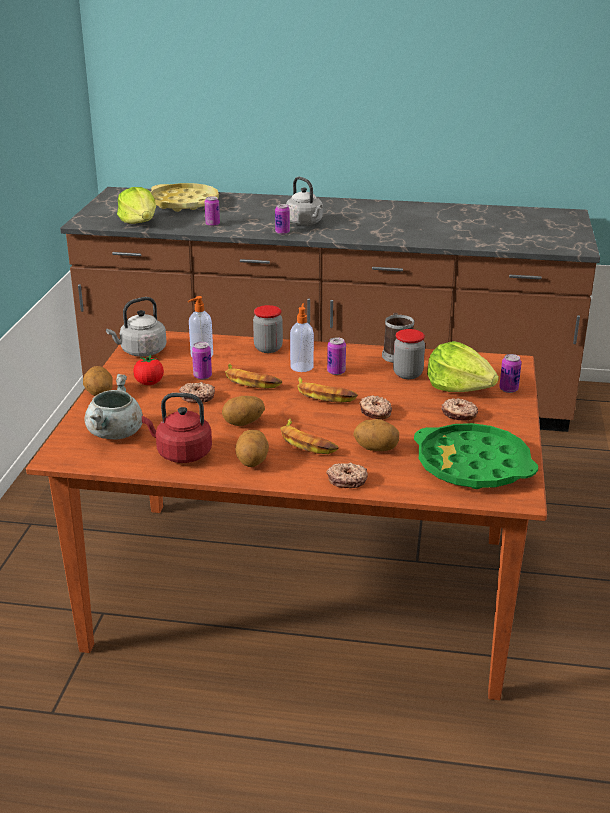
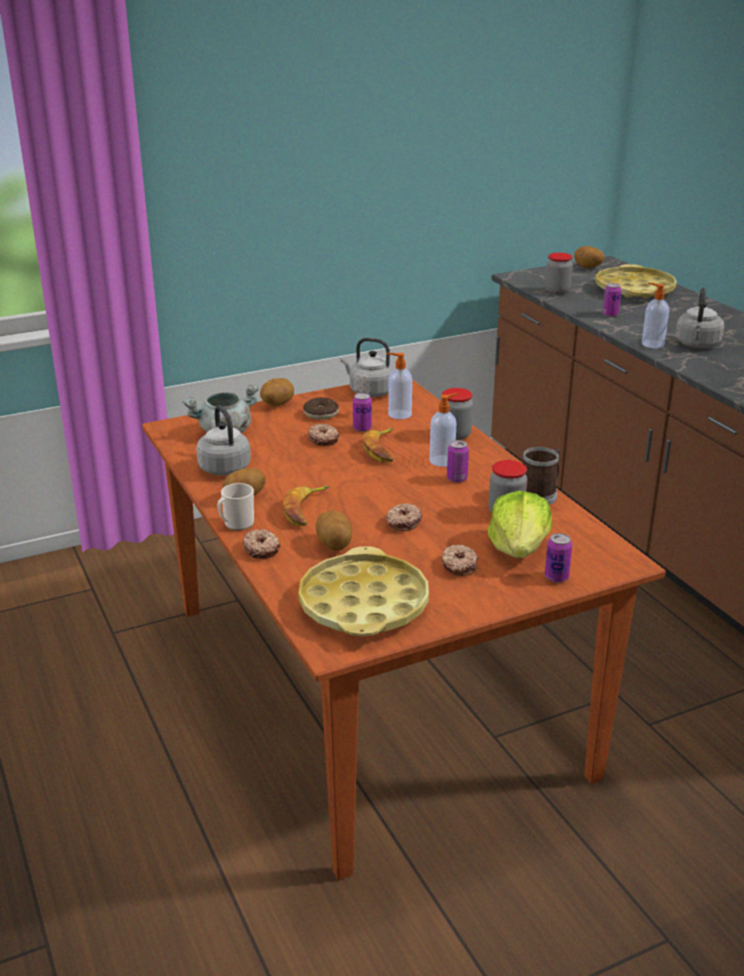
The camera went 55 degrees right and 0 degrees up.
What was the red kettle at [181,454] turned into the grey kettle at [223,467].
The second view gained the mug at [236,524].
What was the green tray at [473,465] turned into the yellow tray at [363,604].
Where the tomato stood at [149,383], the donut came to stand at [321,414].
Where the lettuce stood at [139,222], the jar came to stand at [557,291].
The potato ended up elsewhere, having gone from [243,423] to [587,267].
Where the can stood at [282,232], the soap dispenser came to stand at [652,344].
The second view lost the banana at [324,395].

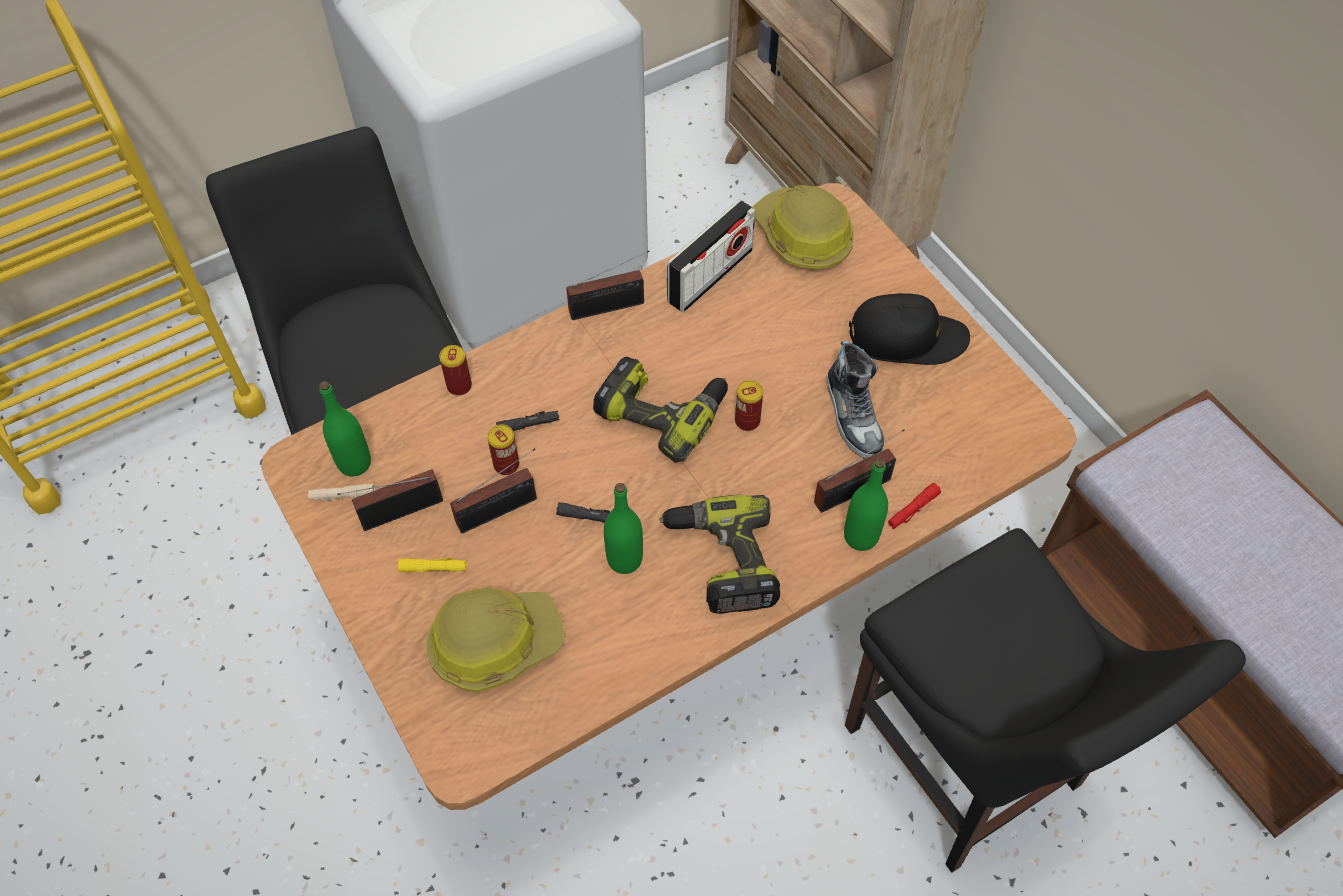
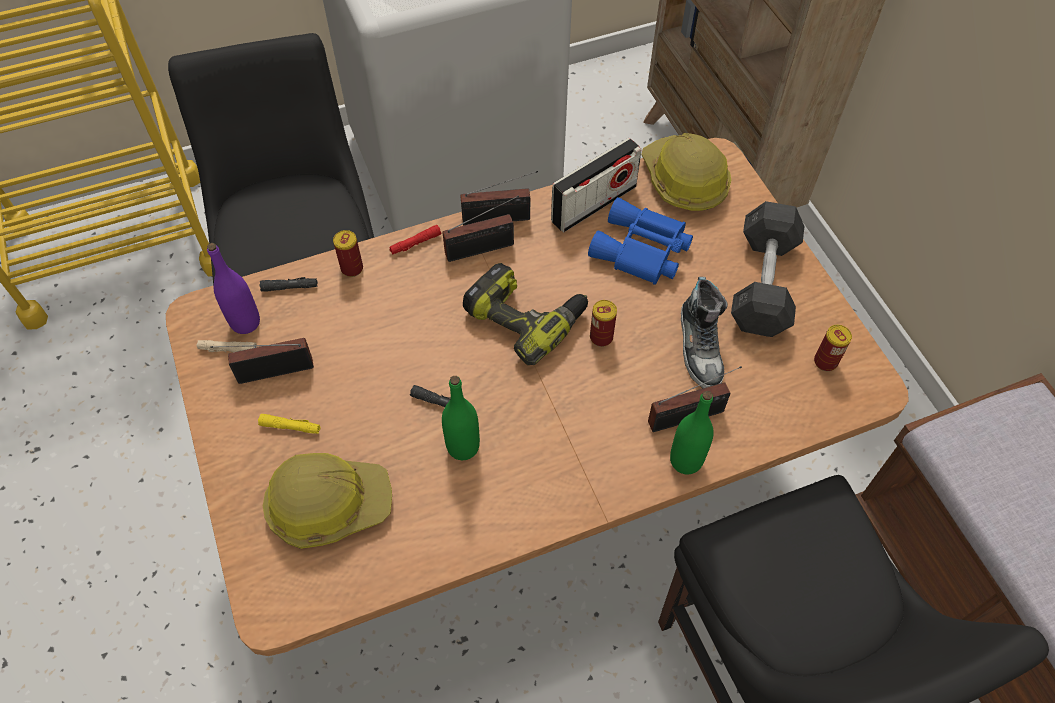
The camera went 10 degrees right and 0 degrees up.
What was the green bottle at [354,463] turned into the purple bottle at [245,322].
The black flashlight ended up elsewhere, having gone from [528,424] to [290,287].
The red flashlight ended up elsewhere, having gone from [913,509] to [415,243].
The radio ended up elsewhere, having gone from [501,510] to [483,249].
The second view gained the blue binoculars at [641,251].
Where the black cap stood at [907,338], the grey dumbbell came to stand at [763,283].
The can ended up elsewhere, having gone from [506,465] to [825,362].
The second view lost the power drill at [721,560].

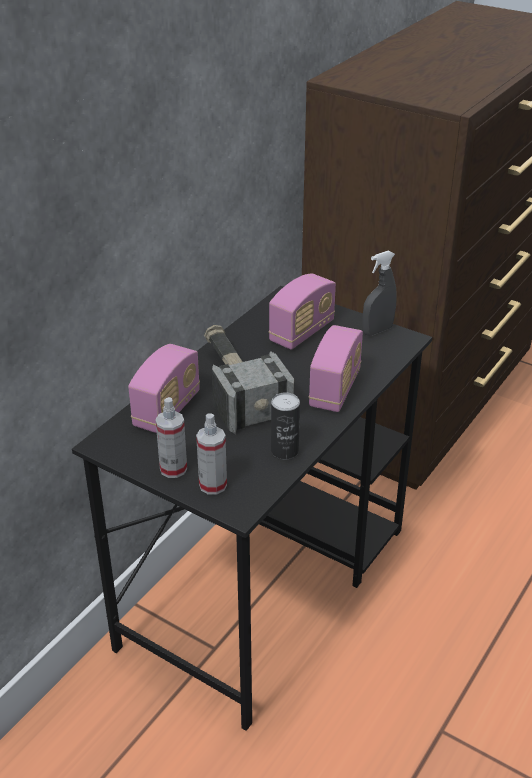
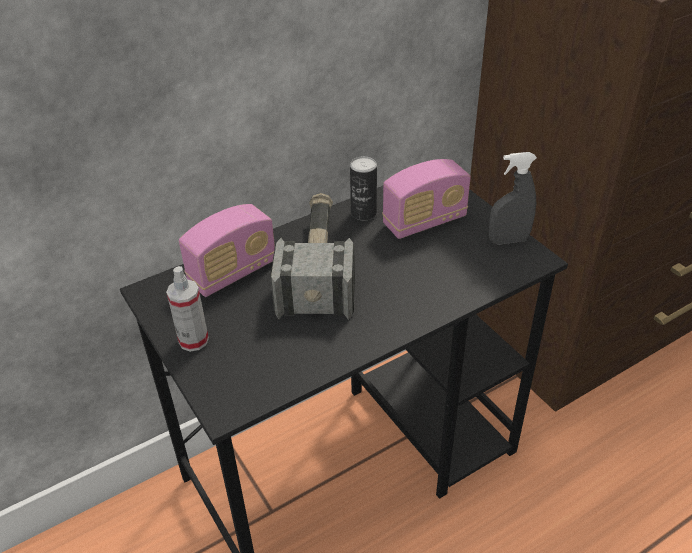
The camera went 25 degrees right and 5 degrees up.
The can ended up elsewhere, having gone from [284,451] to [363,213].
The second view lost the spray bottle at [213,485].
The second view lost the radio at [335,389].

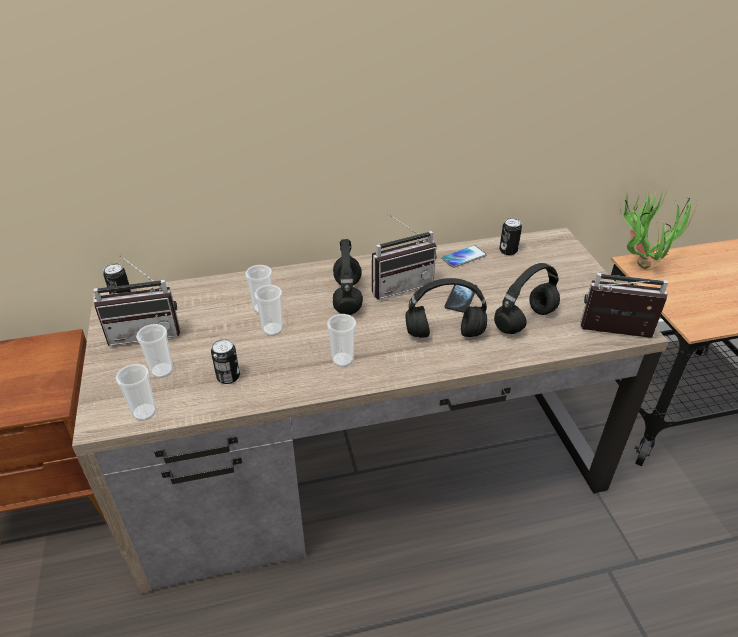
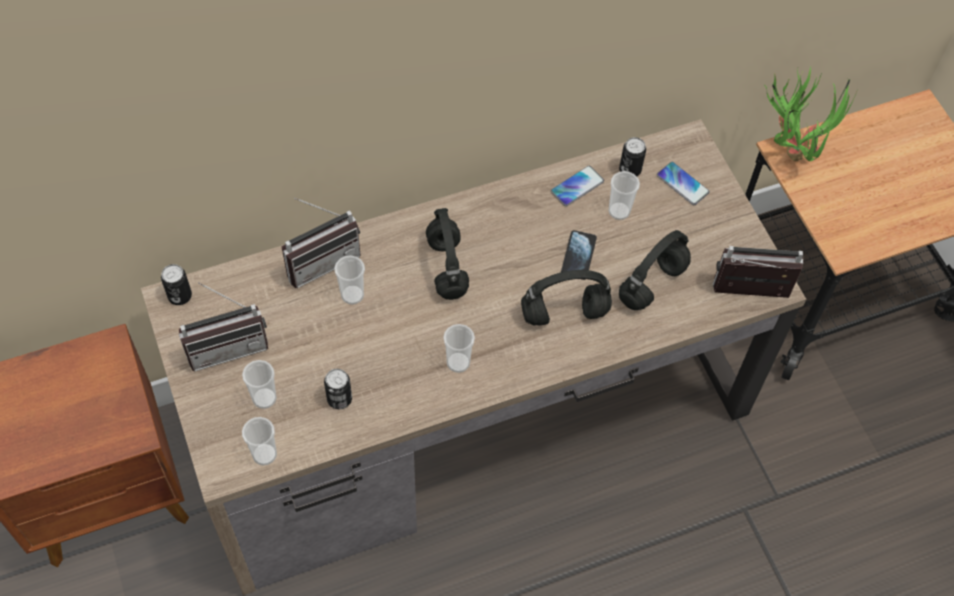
The camera went 10 degrees left and 20 degrees up.
The radio ended up elsewhere, having gone from [400,284] to [320,259].
The cup ended up elsewhere, having gone from [272,329] to [619,211].
The second view gained the phone at [682,184].

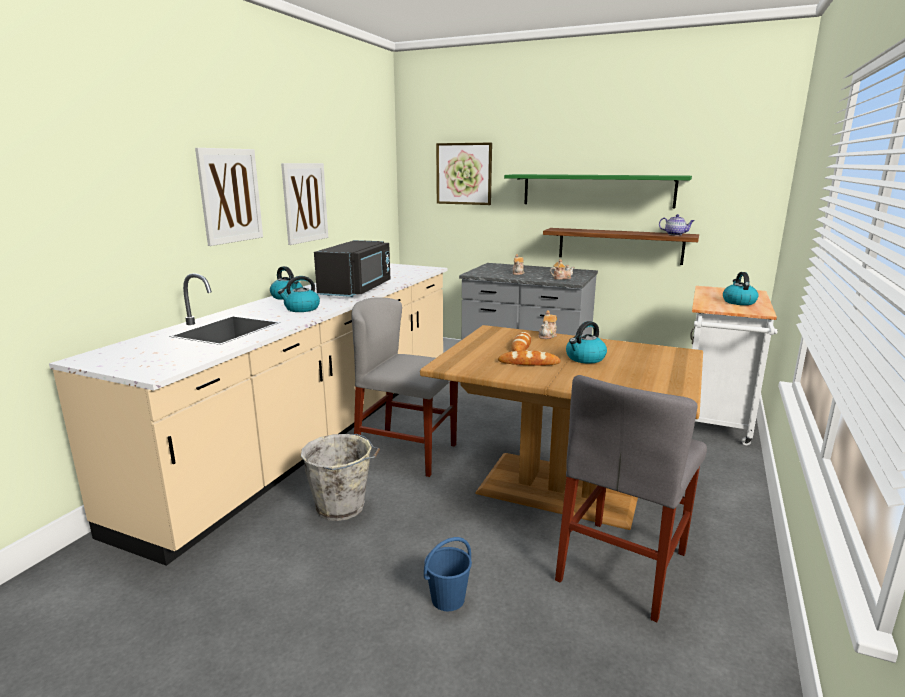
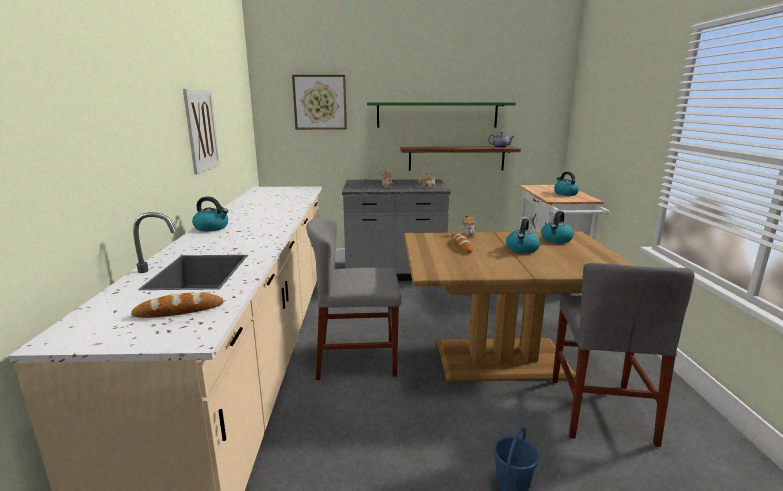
The camera went 25 degrees left and 0 degrees up.
The bread ended up elsewhere, having gone from [528,363] to [179,310].
The kettle ended up elsewhere, having gone from [301,309] to [556,240].
The second view lost the picture at [230,196].
The second view lost the grey bucket at [342,507].
The second view lost the black microwave at [357,290].

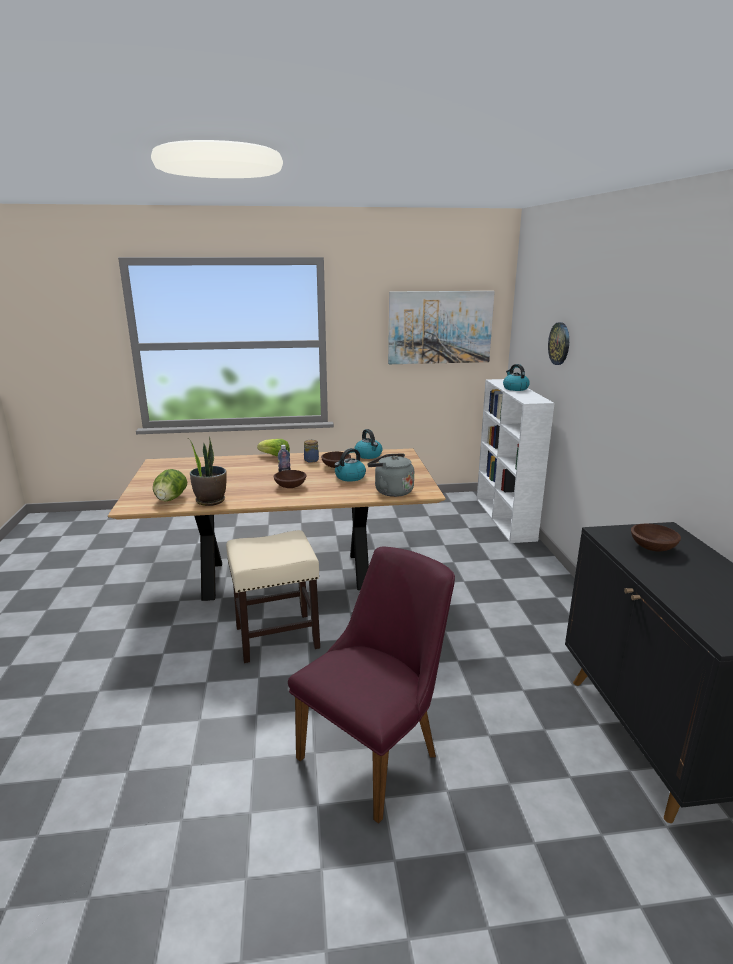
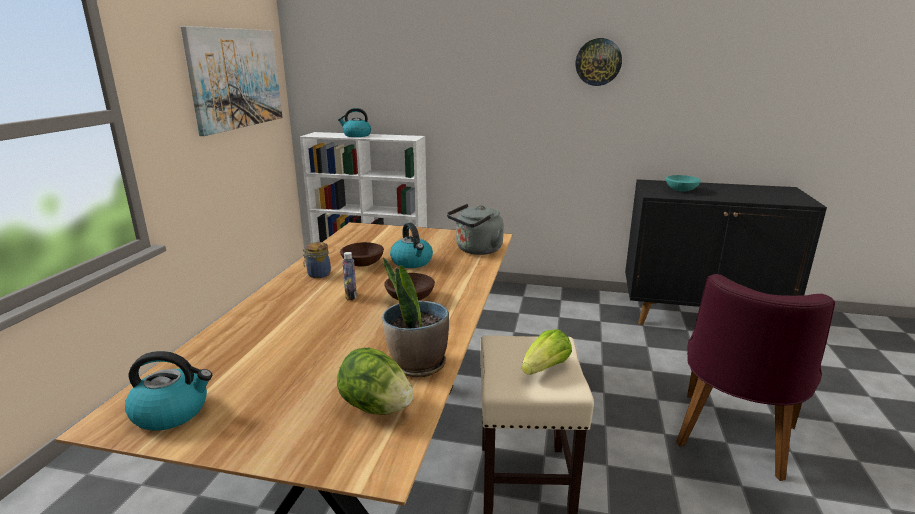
The camera went 70 degrees left and 0 degrees up.
The kettle ended up elsewhere, having gone from [368,455] to [172,412].
The lettuce ended up elsewhere, having gone from [275,456] to [545,368].
The wall clock ended up elsewhere, having gone from [559,343] to [598,62].
What was the brown bowl at [652,547] turned into the turquoise bowl at [680,190].
The purple chair at [378,750] ended up facing another way, 120 degrees counterclockwise from before.

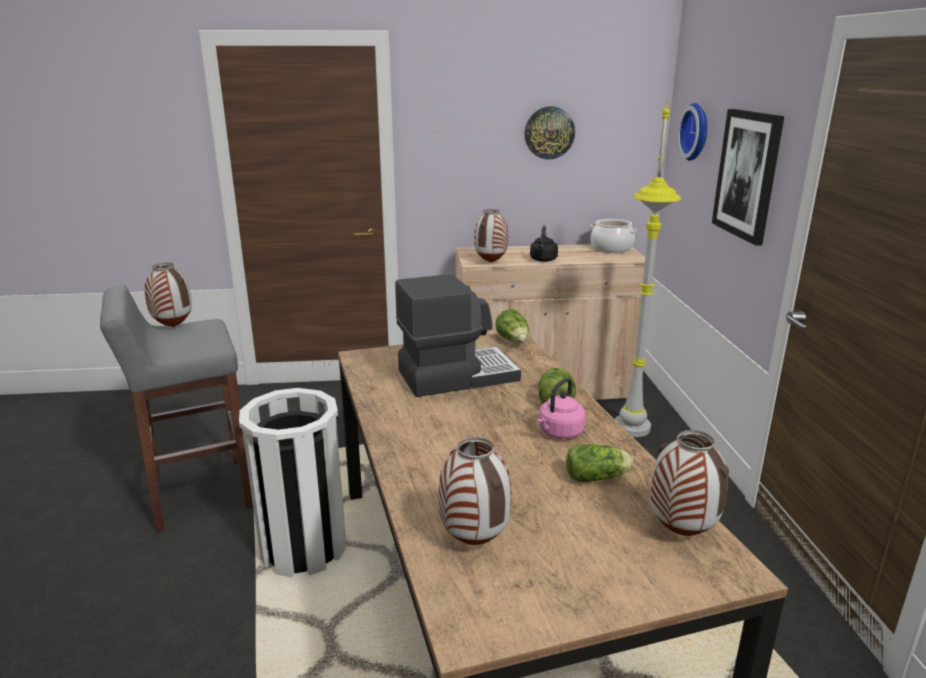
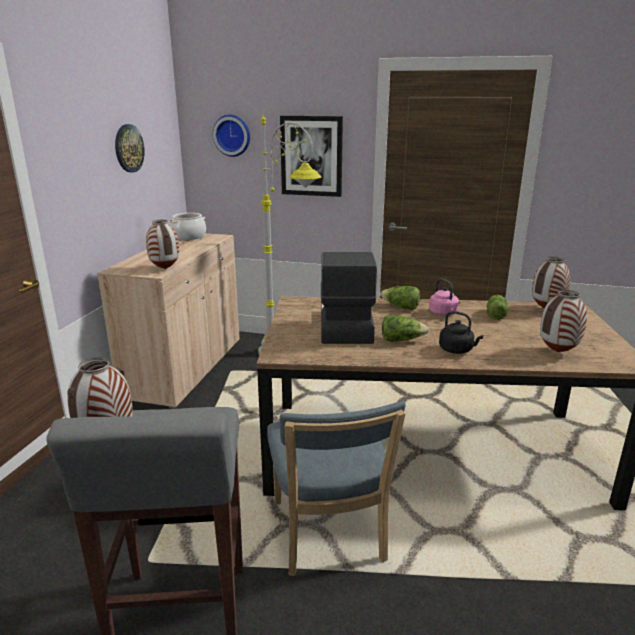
The camera went 70 degrees left and 0 degrees up.
Where the white trash can stood at [303,549], the blue chair came to stand at [329,535].
The lettuce ended up elsewhere, having gone from [513,341] to [401,340].
The black kettle ended up elsewhere, having gone from [543,260] to [457,350].

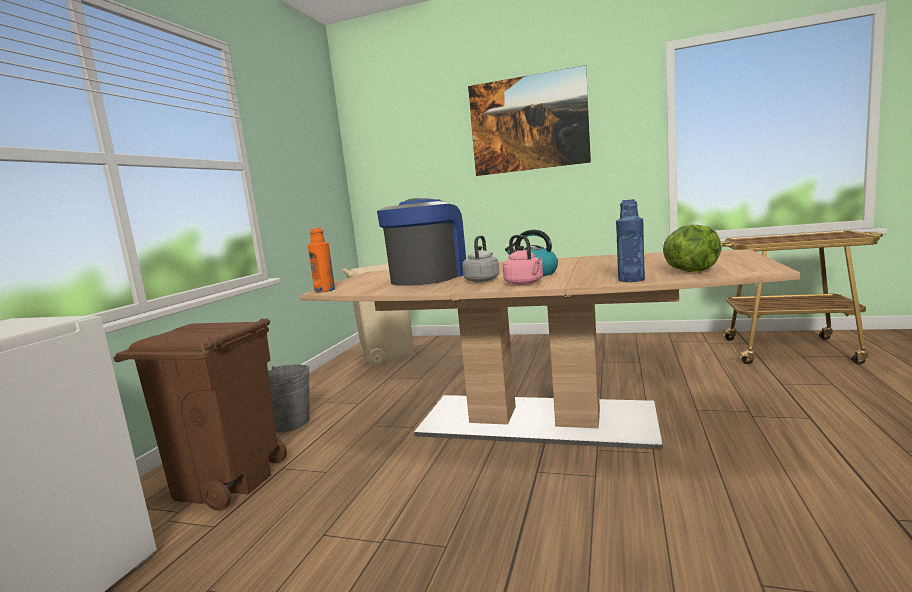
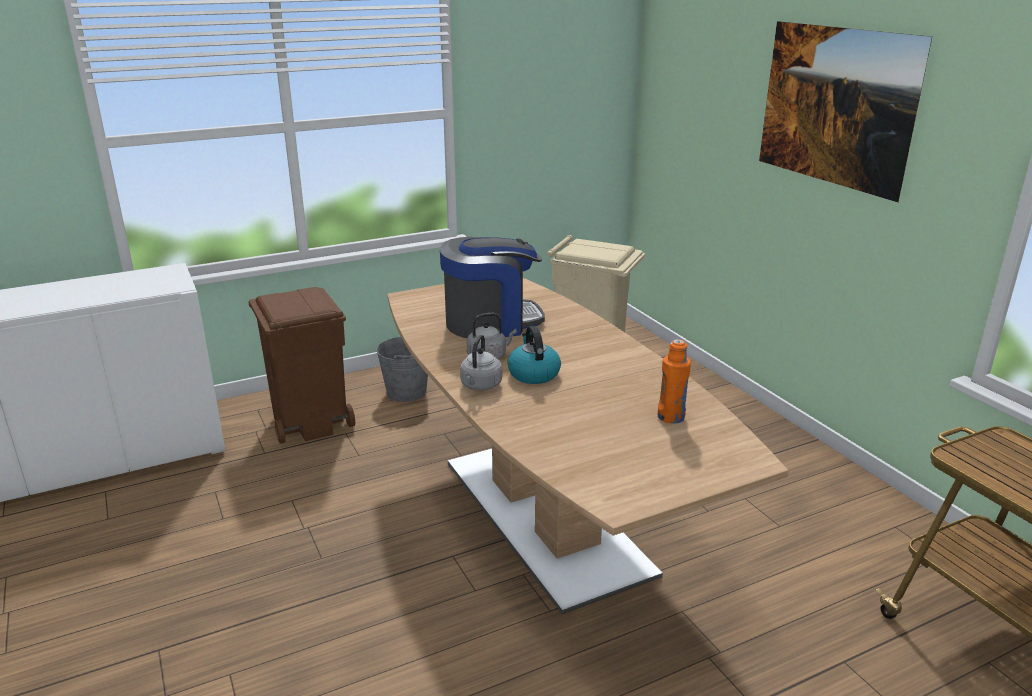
The camera went 45 degrees right and 15 degrees up.
What was the pink kettle at [525,283] turned into the grey kettle at [480,386].
The orange bottle ended up elsewhere, having gone from [324,290] to [671,417].
The second view lost the blue bottle at [631,280].
The second view lost the lettuce at [692,271].

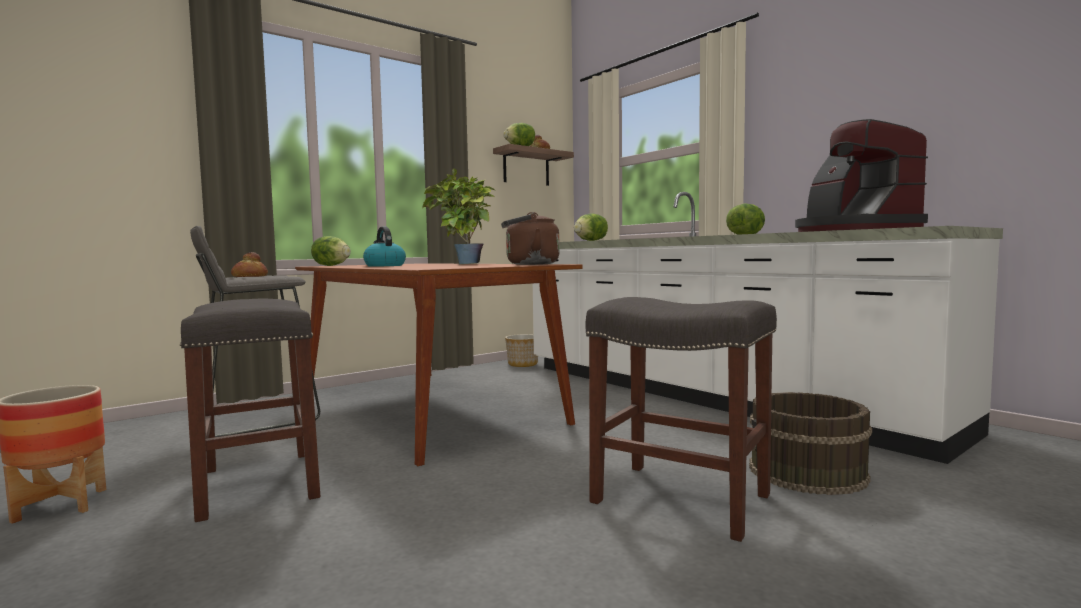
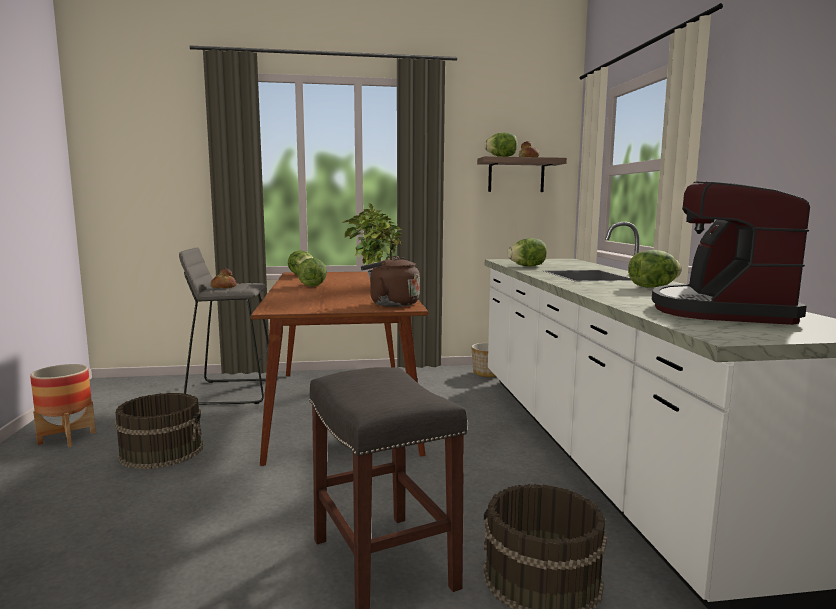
The camera went 30 degrees right and 5 degrees up.
Where the grey stool stood at [257,483], the brown bucket came to stand at [162,451].
Where the kettle stood at [384,266], the lettuce came to stand at [312,286].

